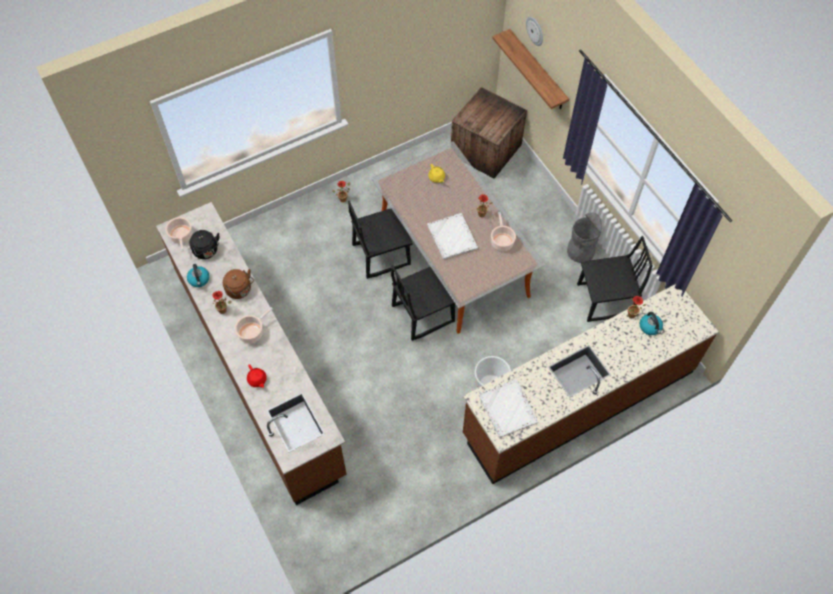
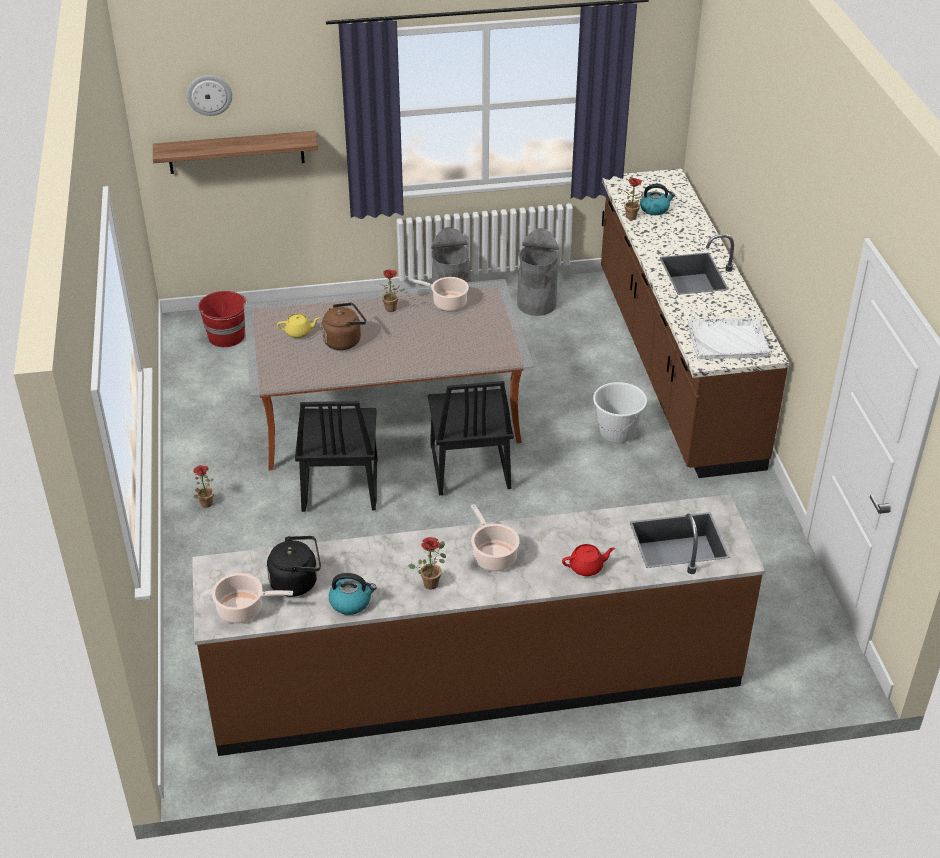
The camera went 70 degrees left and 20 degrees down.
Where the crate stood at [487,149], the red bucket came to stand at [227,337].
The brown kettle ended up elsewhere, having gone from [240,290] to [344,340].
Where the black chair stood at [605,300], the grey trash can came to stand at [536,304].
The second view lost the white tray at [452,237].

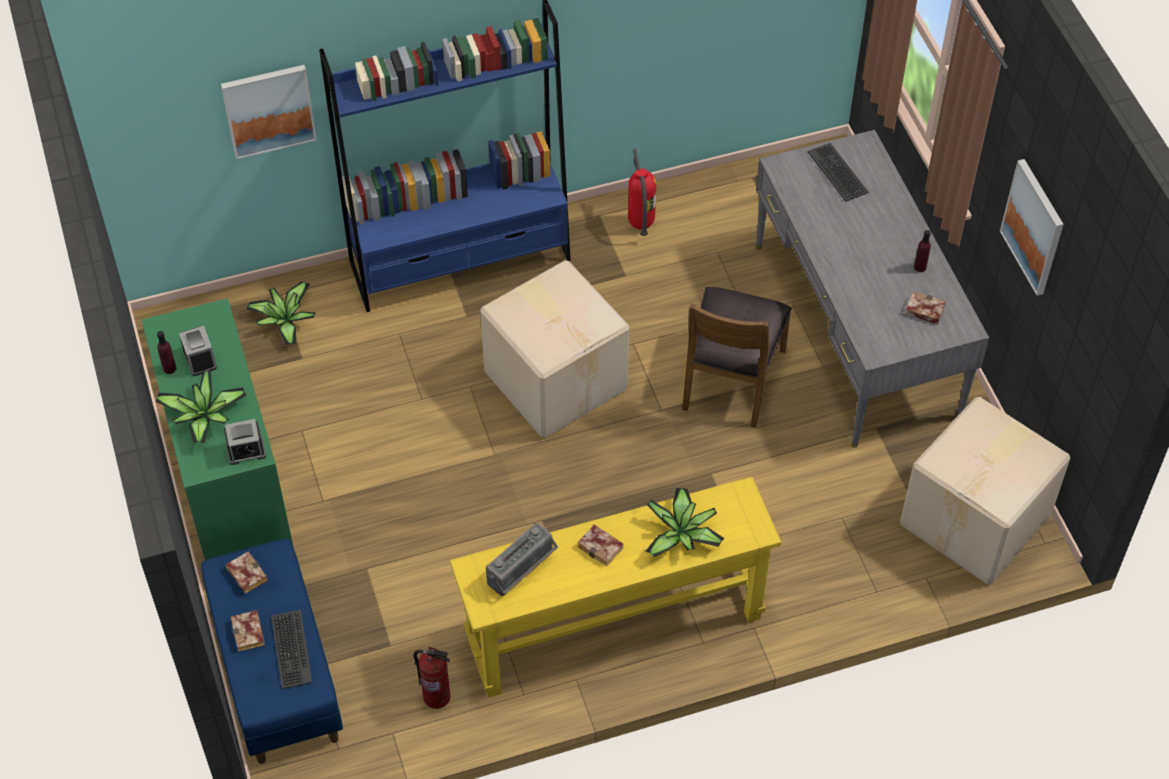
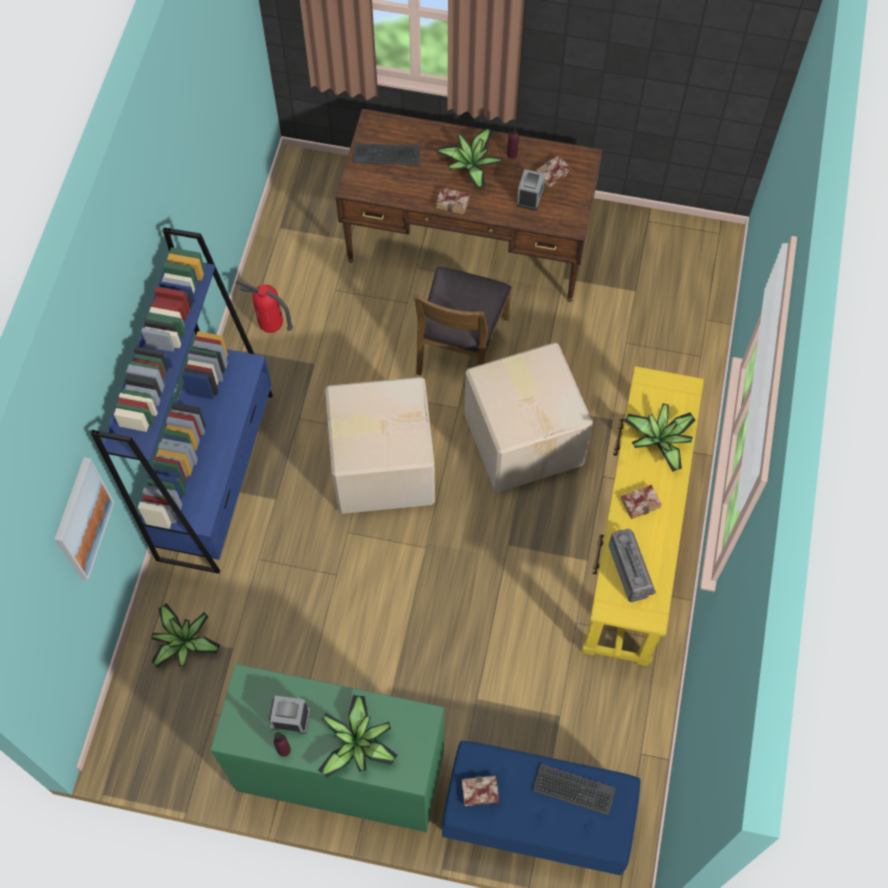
The camera went 60 degrees left and 10 degrees up.
What was the grey desk at [856,329] turned into the brown desk at [468,241].
The brown chair at [731,379] ended up facing another way, 60 degrees clockwise from before.
The book ended up elsewhere, having gone from [250,634] to [454,202].
The second view gained the potted plant at [470,165].
The cardboard box ended up elsewhere, having gone from [977,520] to [524,437].
The alarm clock ended up elsewhere, having gone from [246,451] to [530,196].
The second view lost the fire extinguisher at [437,696].
The second view lost the picture at [1034,227].

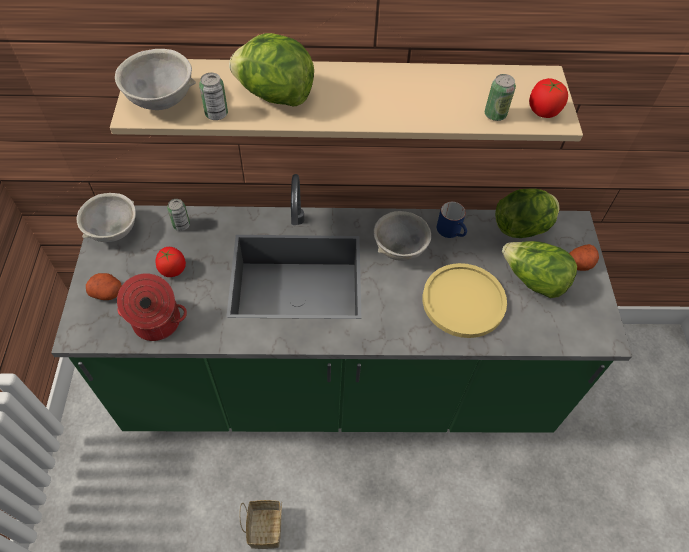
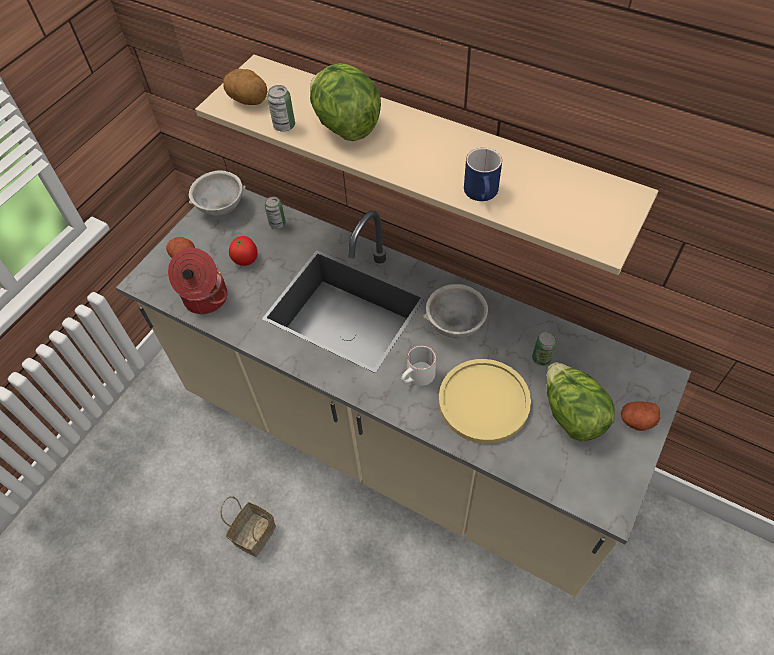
The camera went 35 degrees right and 0 degrees up.
What was the green counter at [339,385] turned into the beige counter at [393,442].
Where the grey bowl stood at [161,102], the potato came to stand at [249,100].
The second view gained the white mug at [417,378].
The blue mug ended up elsewhere, having gone from [452,231] to [483,194].
The can ended up elsewhere, having gone from [495,115] to [541,358].
The second view lost the lettuce at [522,227].
The second view lost the tomato at [542,112].

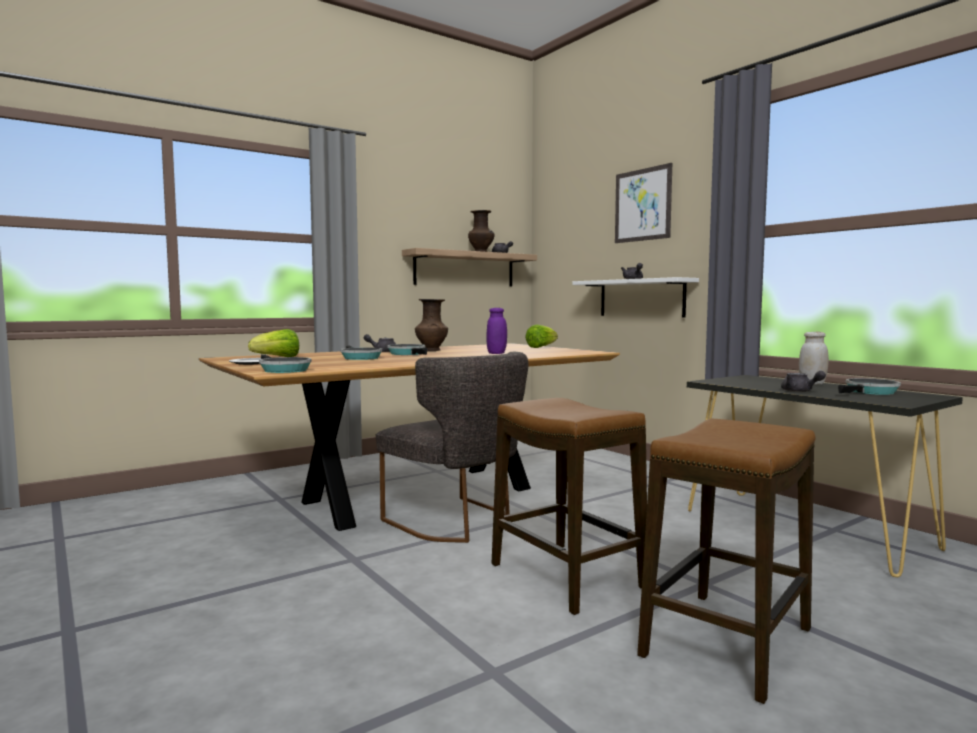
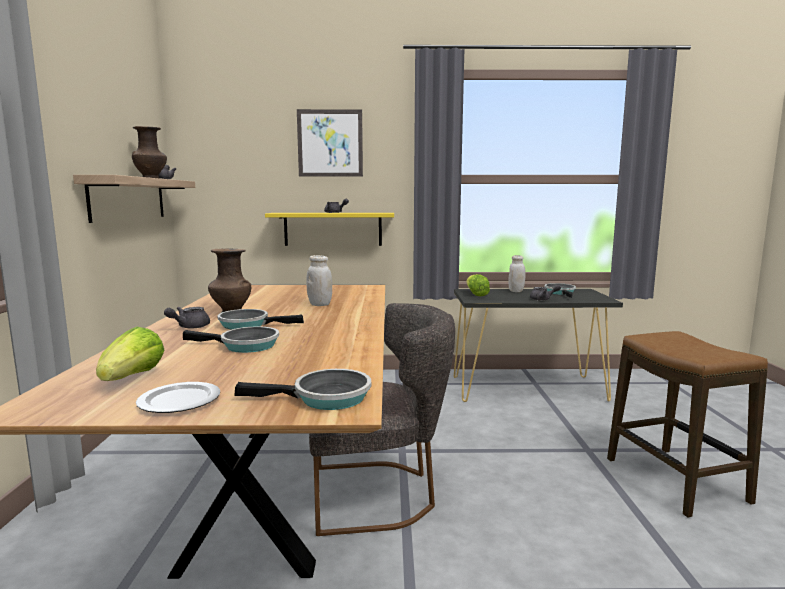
The camera went 55 degrees left and 5 degrees up.
What was the white shelf at [641,298] turned into the yellow shelf at [333,229].
What was the purple jar at [496,353] turned into the white jar at [320,304].
The lettuce ended up elsewhere, having gone from [541,347] to [476,294].
The second view lost the stool at [567,577].

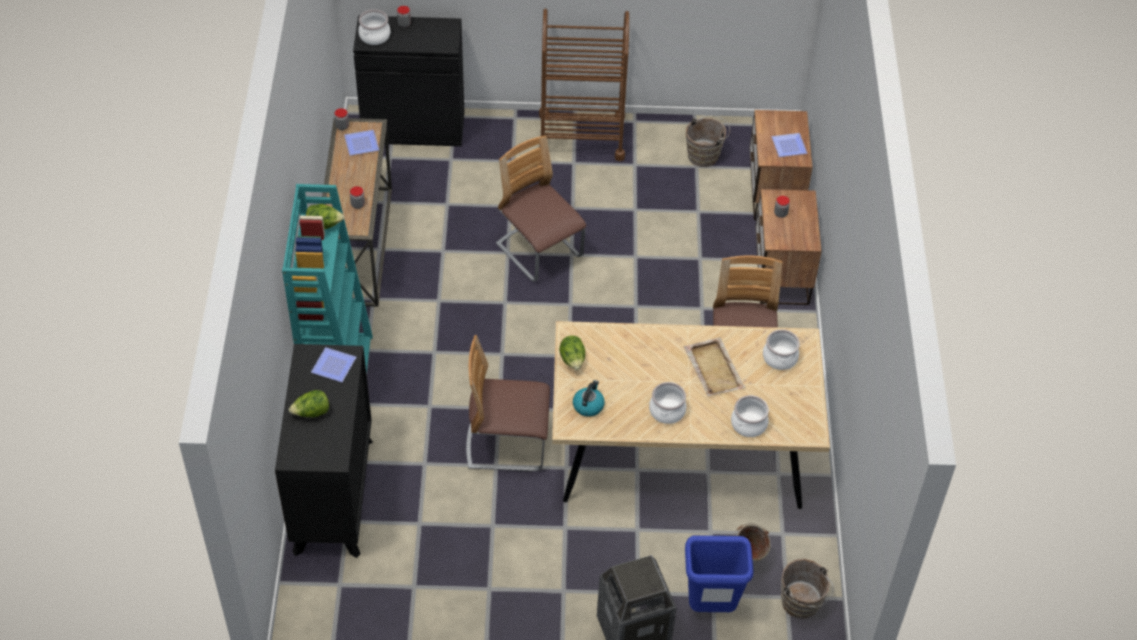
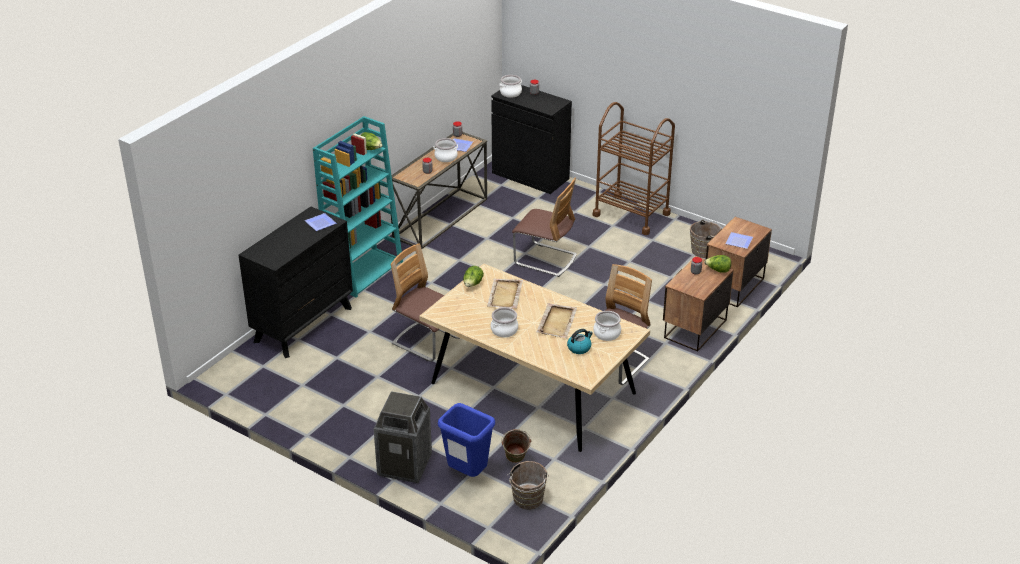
The camera went 35 degrees right and 15 degrees down.
The cooking pot ended up elsewhere, having gone from [749,424] to [446,157].
The second view gained the beige tray at [504,295].
The chair at [539,251] ended up facing another way, 120 degrees clockwise from before.
The kettle ended up elsewhere, having gone from [588,405] to [579,348].
The lettuce ended up elsewhere, having gone from [311,413] to [718,270].

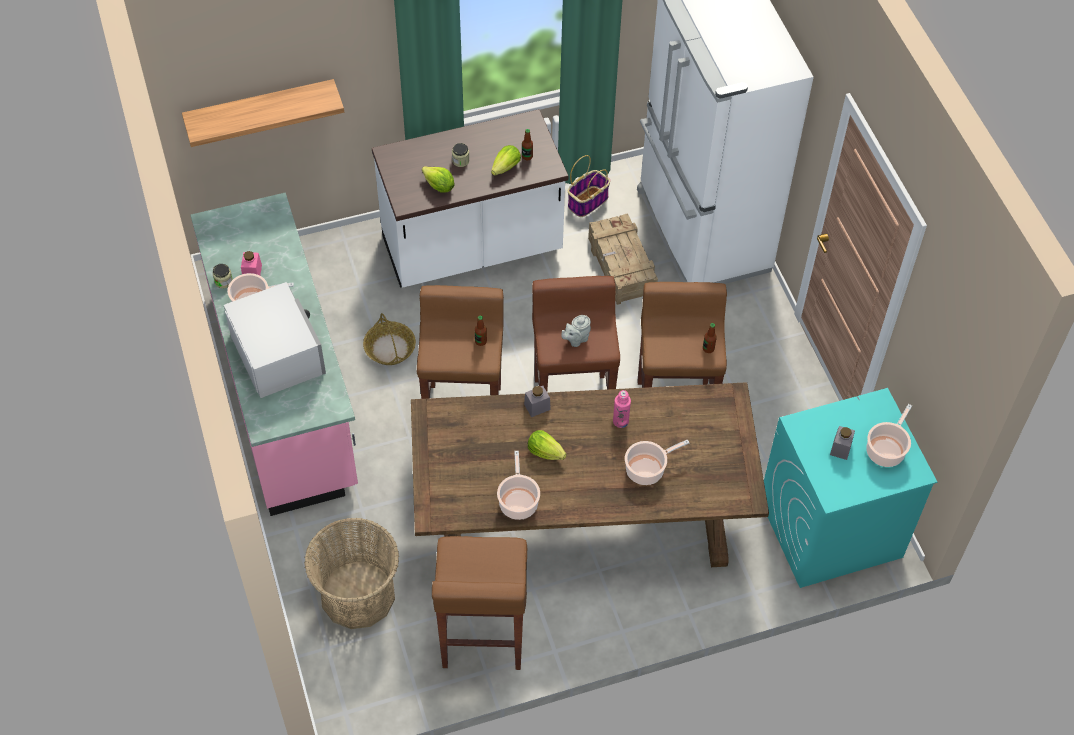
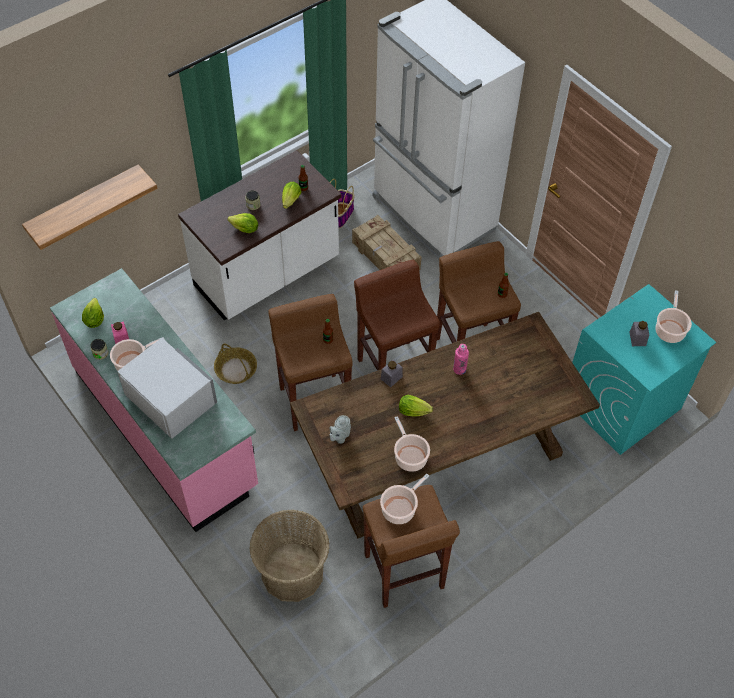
The camera went 20 degrees left and 0 degrees up.
The second view gained the lettuce at [94,320].
The grey teapot ended up elsewhere, having gone from [576,339] to [340,436].
The cooking pot ended up elsewhere, having gone from [647,469] to [400,508].

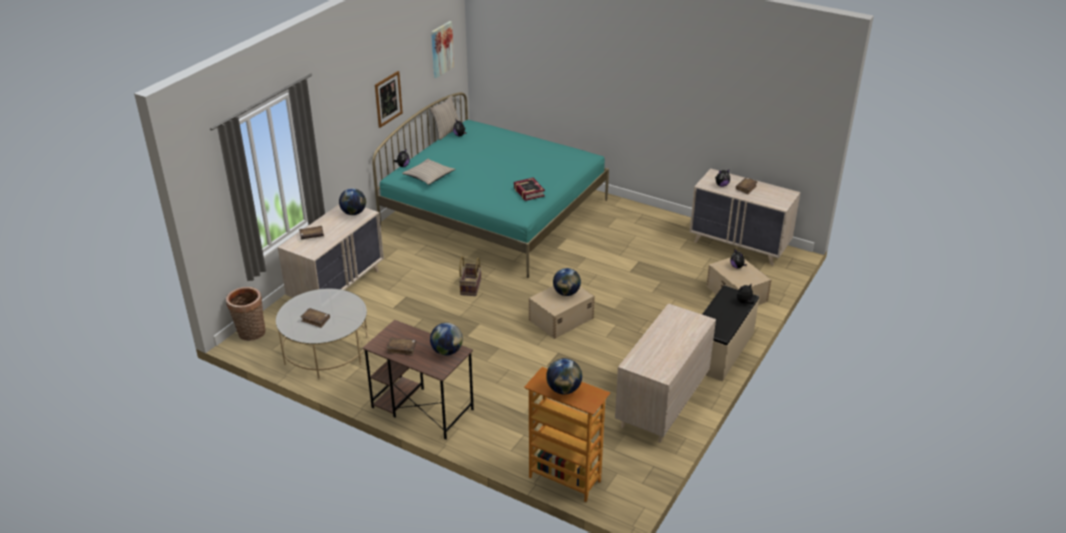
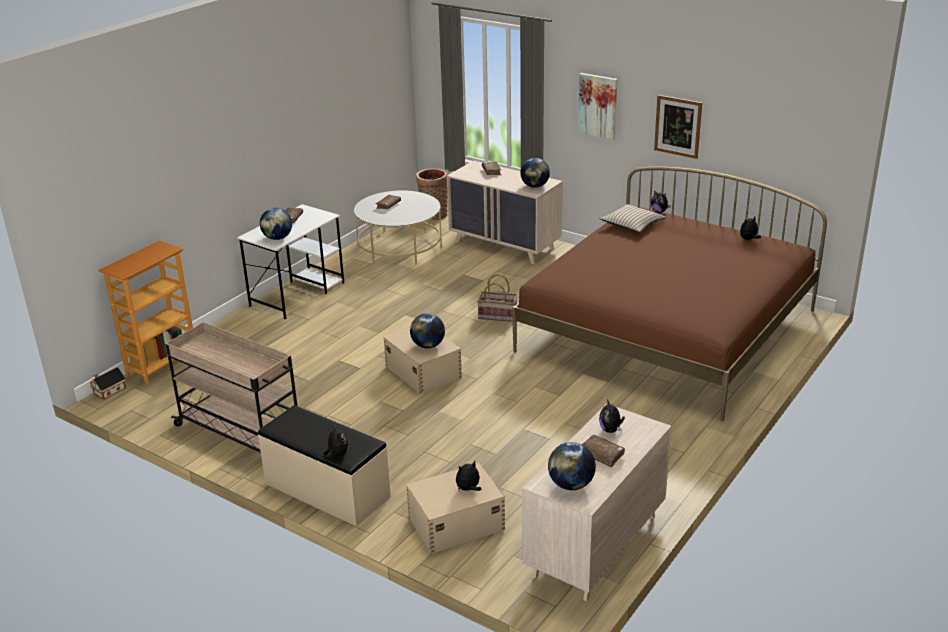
The camera went 95 degrees right and 5 degrees down.
The second view gained the toy house at [108,391].
Where the beige dresser stood at [662,404], the beige cart came to stand at [242,432].
What was the brown desk at [421,408] turned into the white desk at [298,294].
What was the turquoise bed at [495,213] turned into the brown bed at [667,330].
The globe ended up elsewhere, having gone from [564,390] to [571,485].
The picture ended up elsewhere, having gone from [441,49] to [598,105].
The second view lost the beige pillow at [446,132].
The second view lost the book at [528,192].

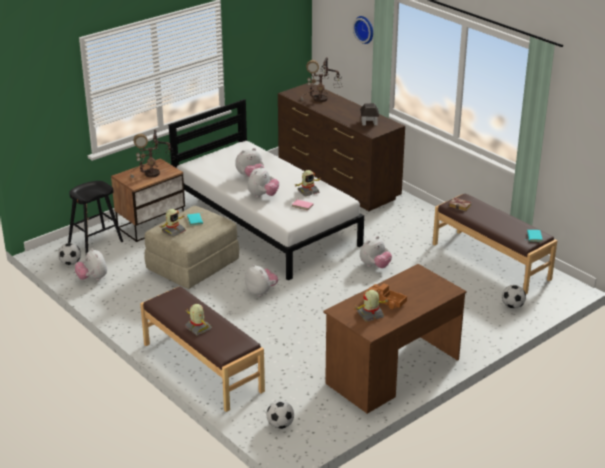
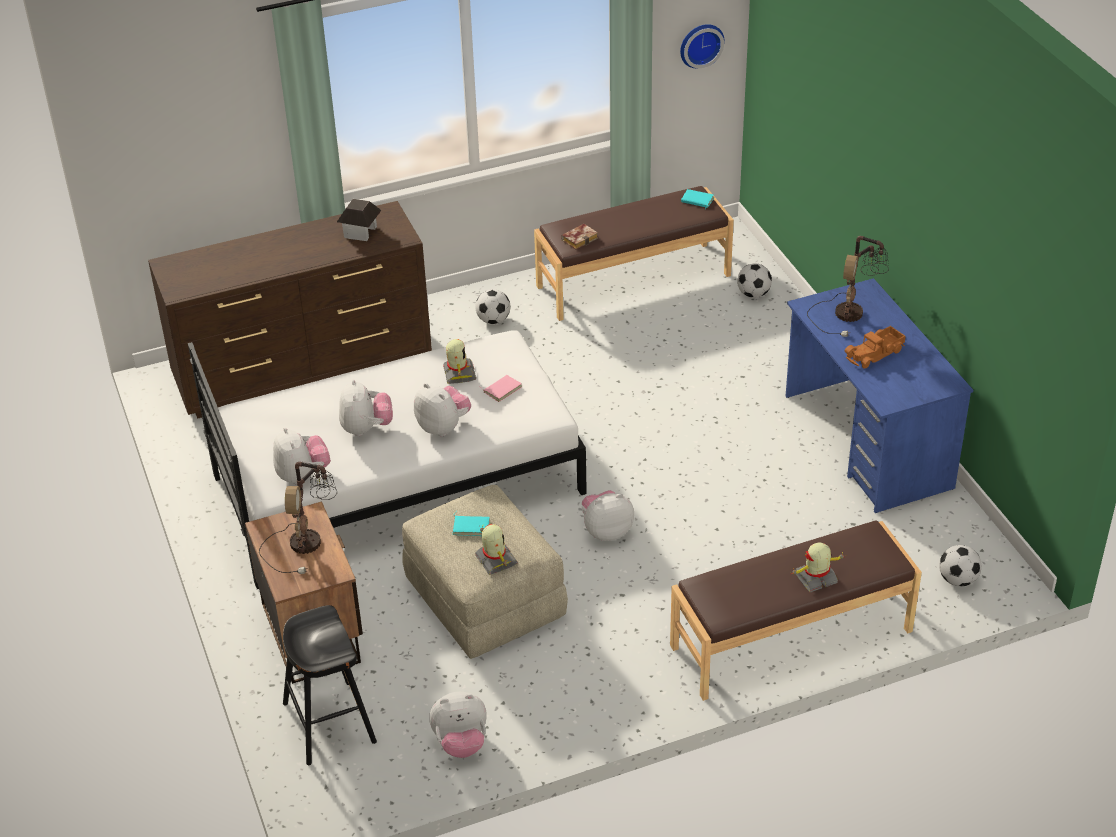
The camera went 70 degrees left and 10 degrees up.
The plush toy ended up elsewhere, having gone from [375,266] to [302,475].
The football ended up elsewhere, having gone from [70,263] to [493,320].
The wall clock ended up elsewhere, having gone from [365,29] to [700,44].
What was the brown desk at [392,372] turned into the blue desk at [867,442].
The table lamp ended up elsewhere, having gone from [321,99] to [850,313].
The second view lost the toy robot at [370,315].

